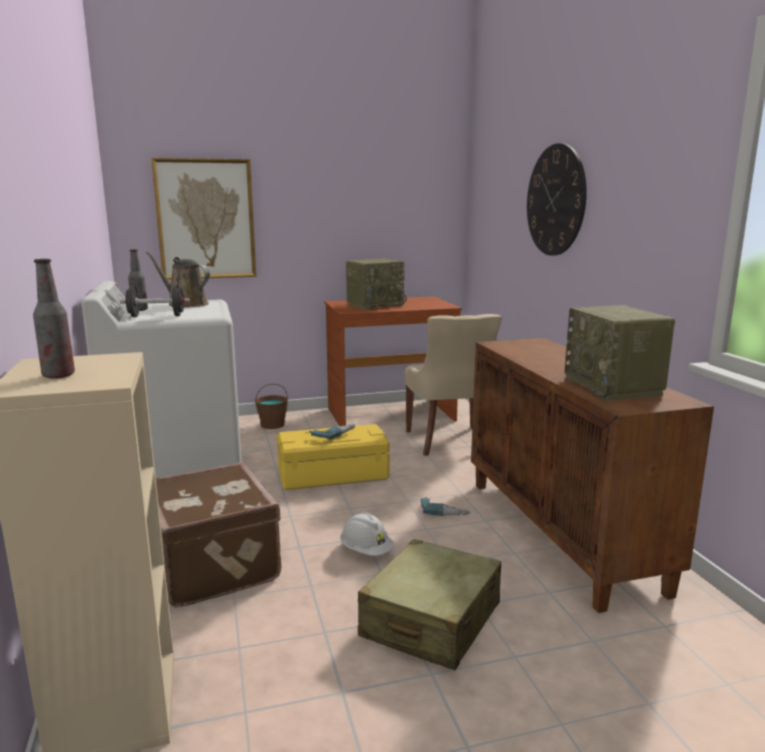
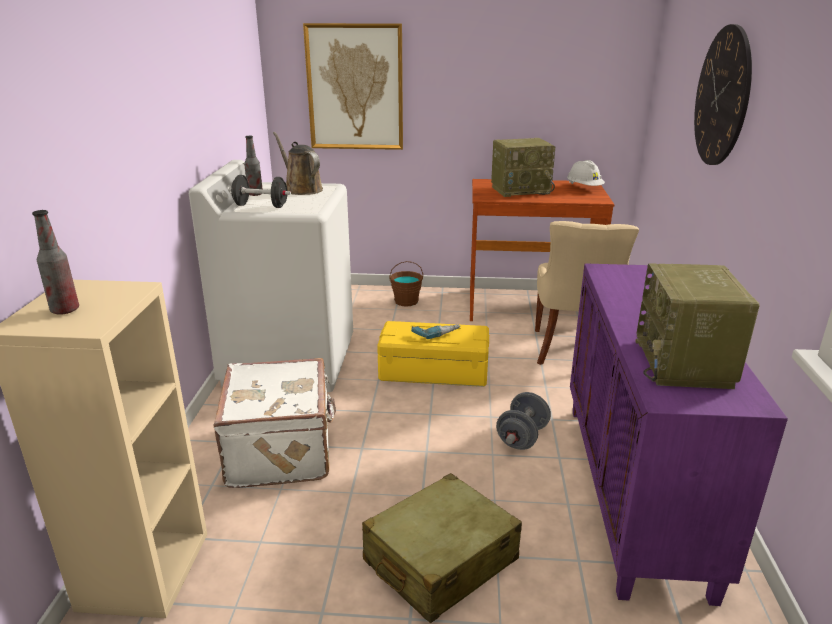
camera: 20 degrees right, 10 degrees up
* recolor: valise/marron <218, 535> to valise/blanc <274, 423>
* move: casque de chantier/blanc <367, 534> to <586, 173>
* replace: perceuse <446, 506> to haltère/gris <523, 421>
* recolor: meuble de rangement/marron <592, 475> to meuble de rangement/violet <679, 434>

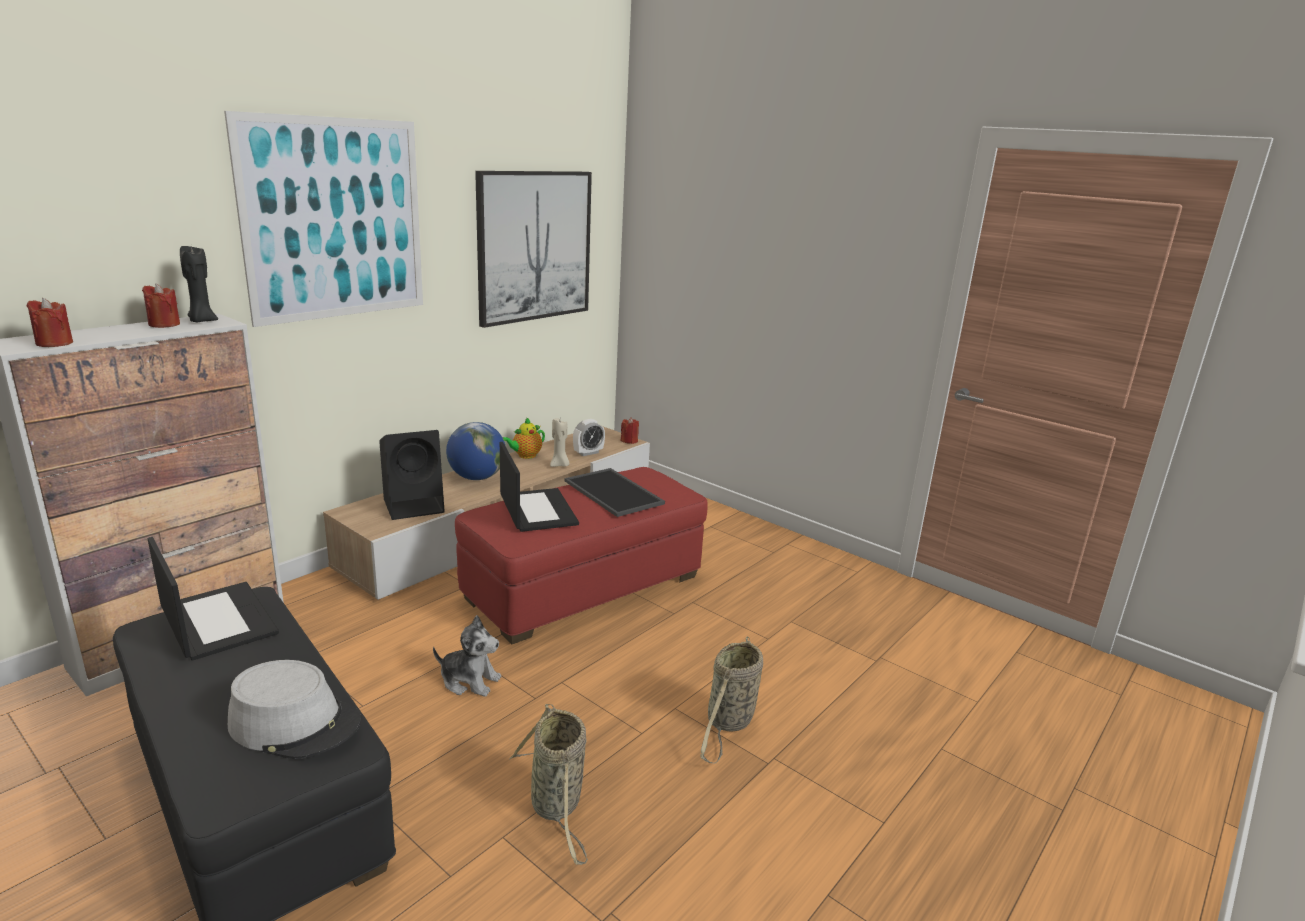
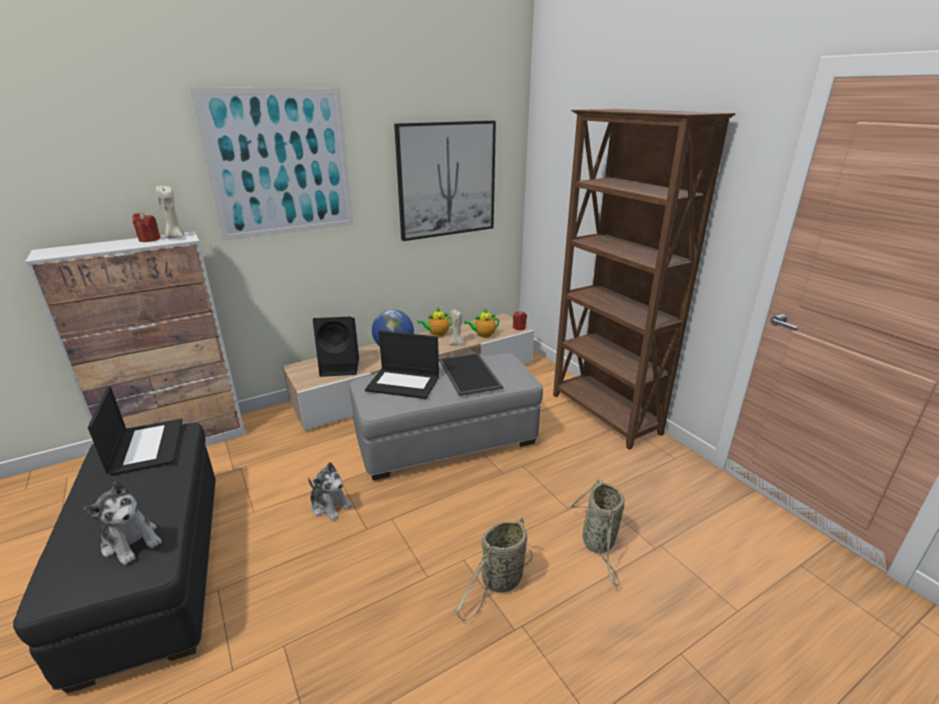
camera: 20 degrees right, 5 degrees up
* delete: bougie/rouge <50, 322>
* recolor: bougie/noir <199, 284> to bougie/beige <170, 212>
* replace: chapeau/gris <294, 709> to peluche <123, 523>
* recolor: pouf/rouge <581, 555> to pouf/gris <446, 416>
* rotate: ordinateur portable <539, 487> = <402, 365> 105 degrees clockwise
* move: panier <548, 784> to <596, 532>
* replace: réveil <589, 437> to théière <481, 323>
* insert: bibliothèque/marron <644, 279>

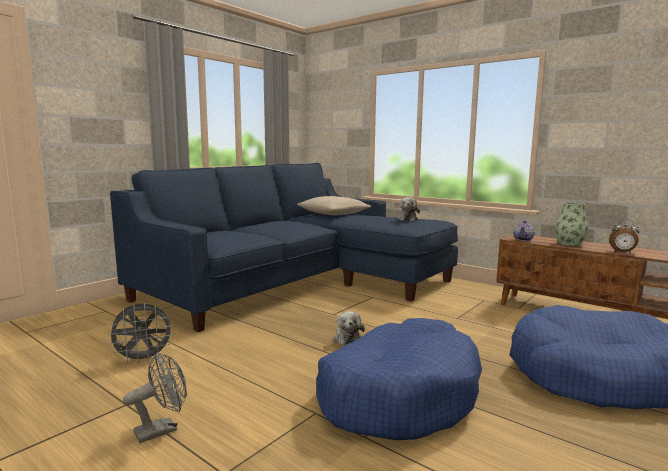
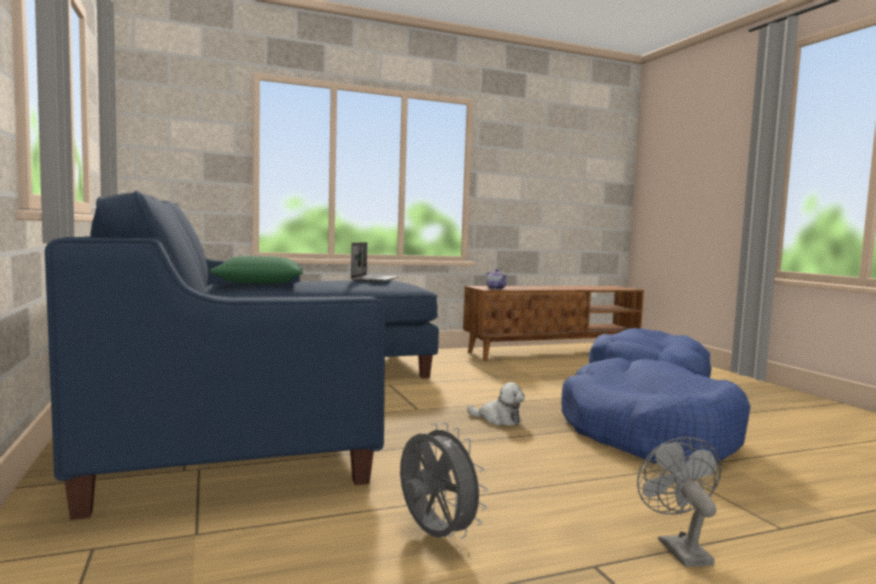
camera: 60 degrees left, 5 degrees down
* rotate: ventilateur/gris <140, 333> = <444, 480> 45 degrees counterclockwise
* recolor: coussin/beige <334, 205> to coussin/vert <256, 270>
* replace: peluche <408, 209> to ordinateur portable <375, 262>
* delete: vase <572, 224>
* delete: réveil <624, 236>

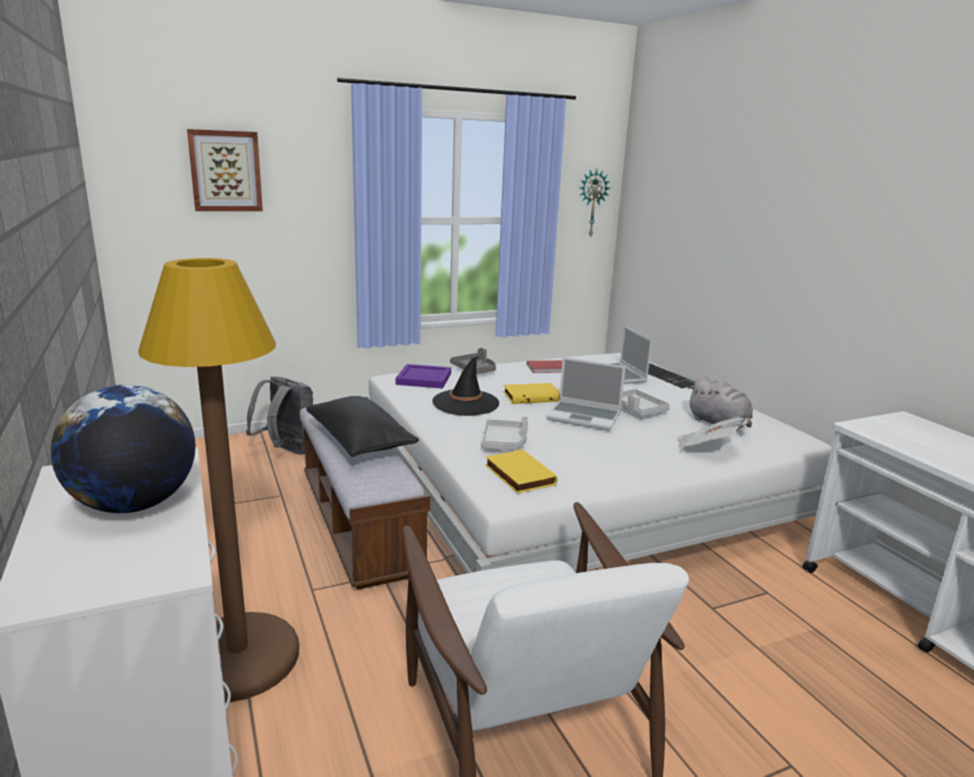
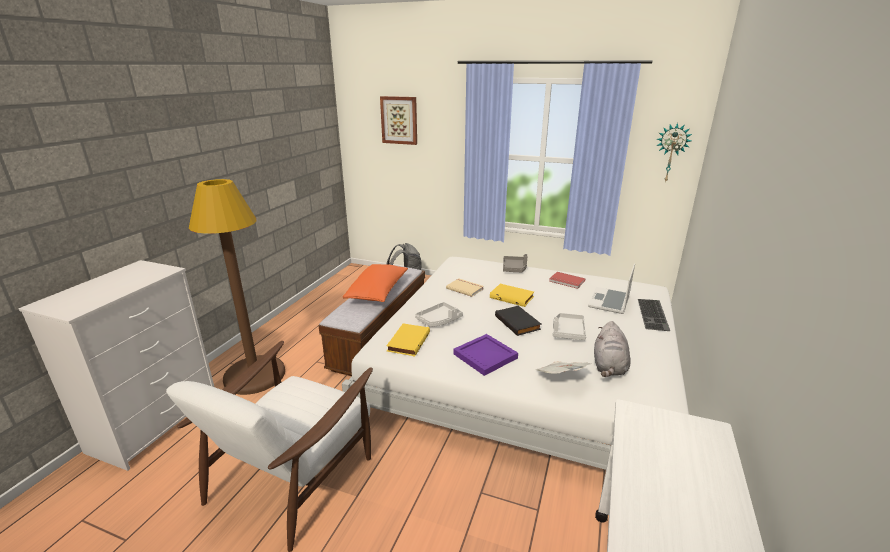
camera: 45 degrees right, 5 degrees up
* delete: globe <123, 449>
* recolor: coussin/noir <362, 426> to coussin/orange <375, 283>
* move: plateau/violet <423, 376> to <485, 355>
* replace: chapeau/noir <465, 386> to livre/beige <465, 287>
* replace: ordinateur portable <586, 394> to livre/noir <518, 321>

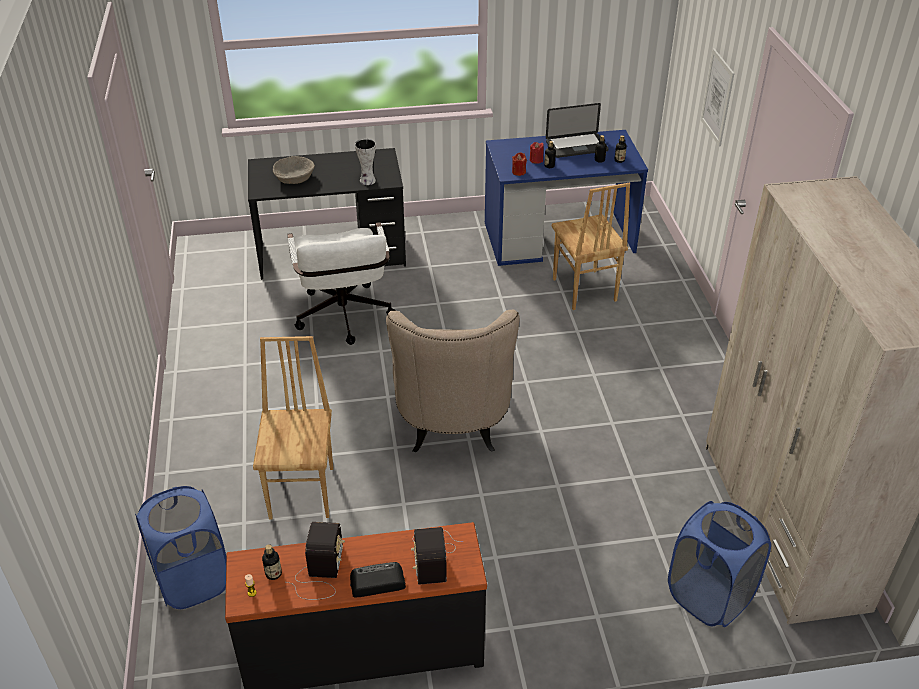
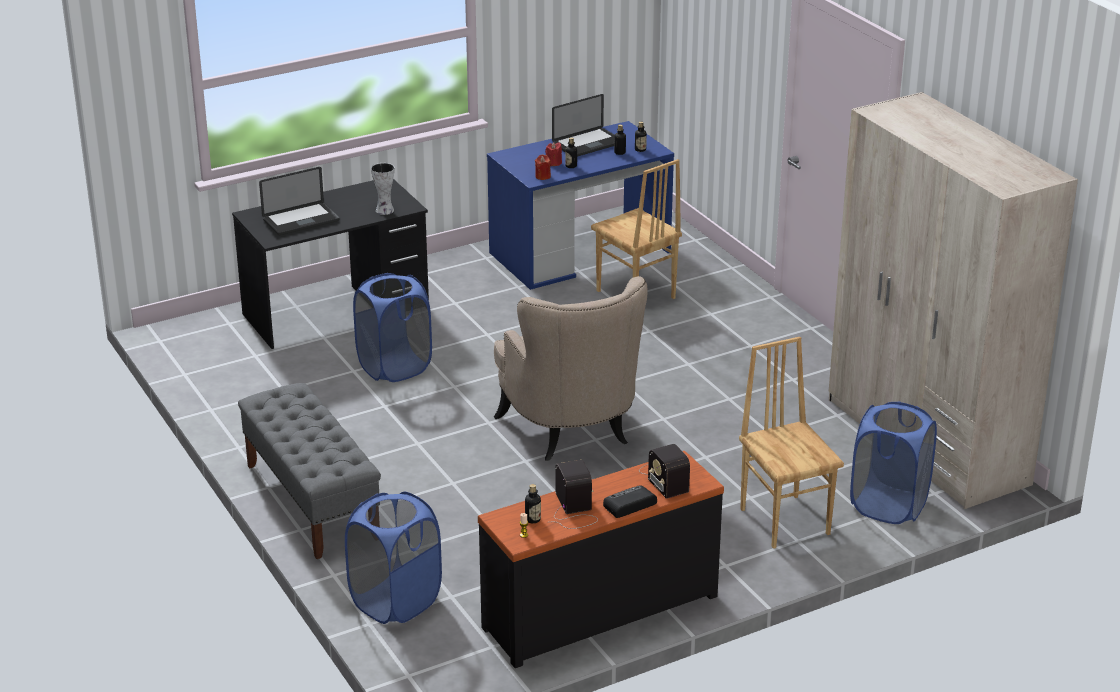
camera: 20 degrees left, 10 degrees down
* move: chaise/marron <293, 427> to <791, 443>
* replace: bol/beige <294, 170> to ordinateur portable <299, 201>
* replace: chaise de bureau/blanc <341, 283> to panier à linge/bleu <392, 327>
* delete: tableau <718, 97>
* insert: banc/gris <309, 471>

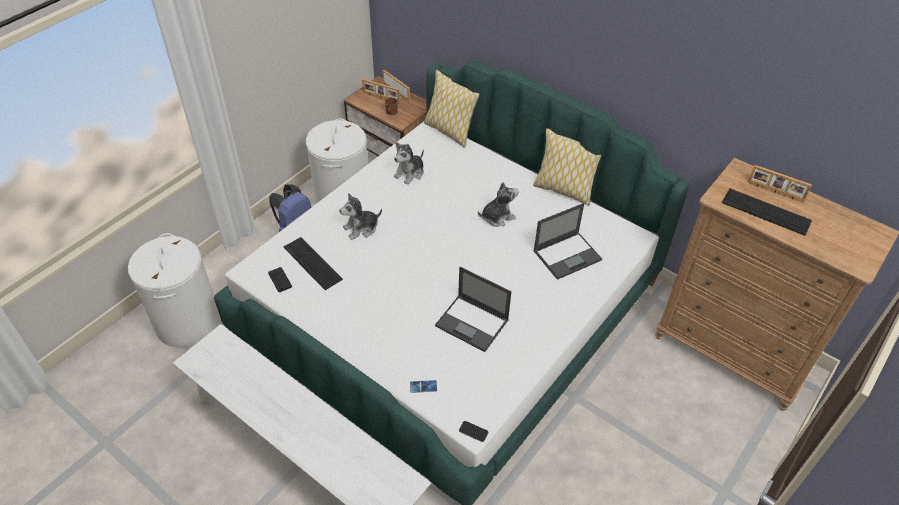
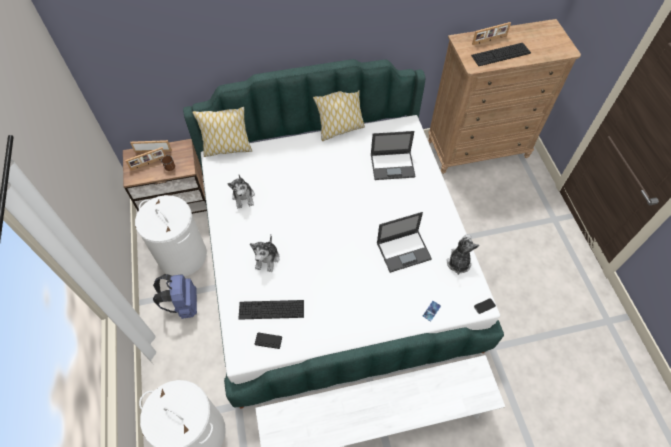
camera: 50 degrees left, 10 degrees up
* move: peluche <498, 204> to <463, 254>
* rotate: ordinateur portable <567, 241> = <393, 155> 75 degrees clockwise

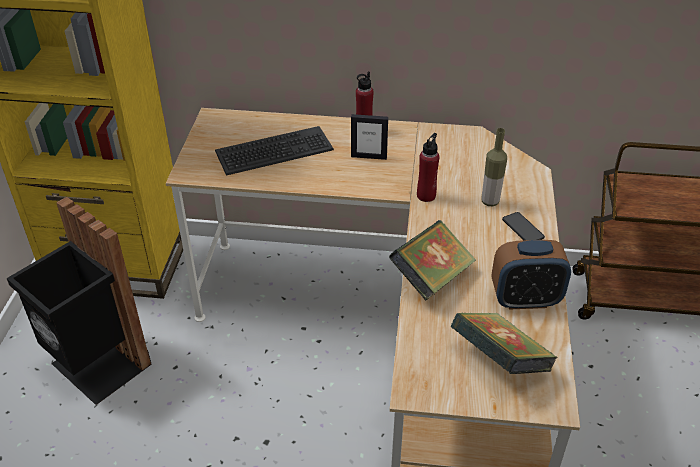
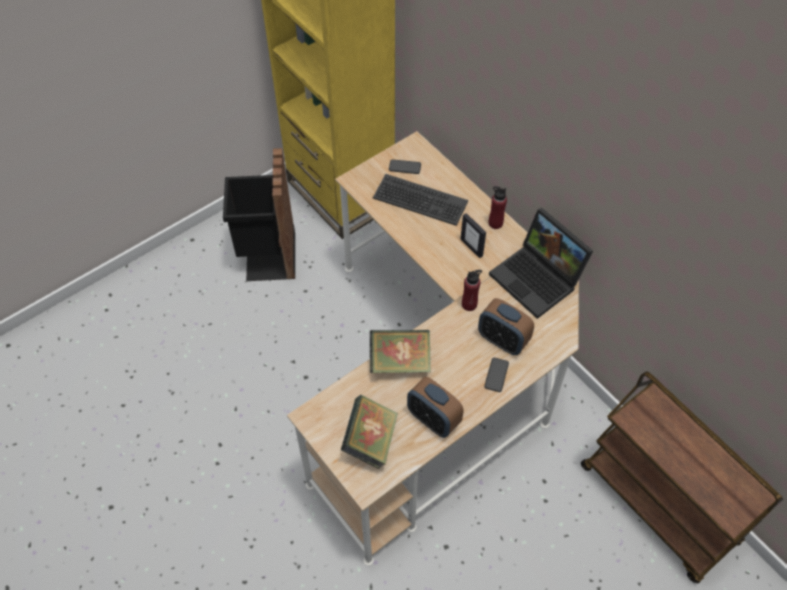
camera: 45 degrees right, 15 degrees up
* replace: bouteille <494, 167> to réveil <506, 326>
* insert: téléphone <405, 166>
* insert: ordinateur portable <541, 263>

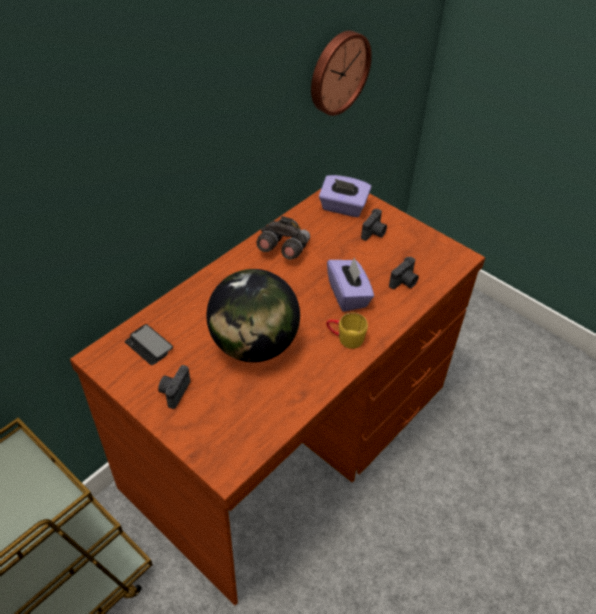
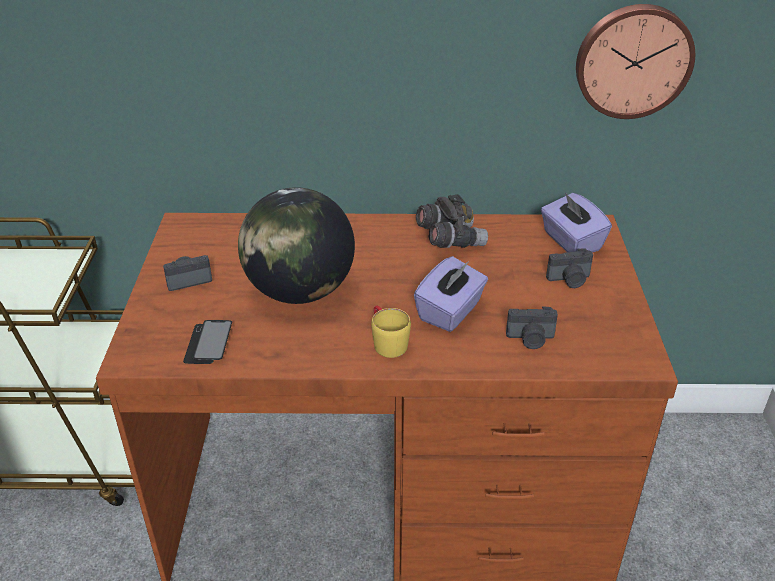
camera: 50 degrees right, 10 degrees down
* move: téléphone <149, 344> to <207, 342>

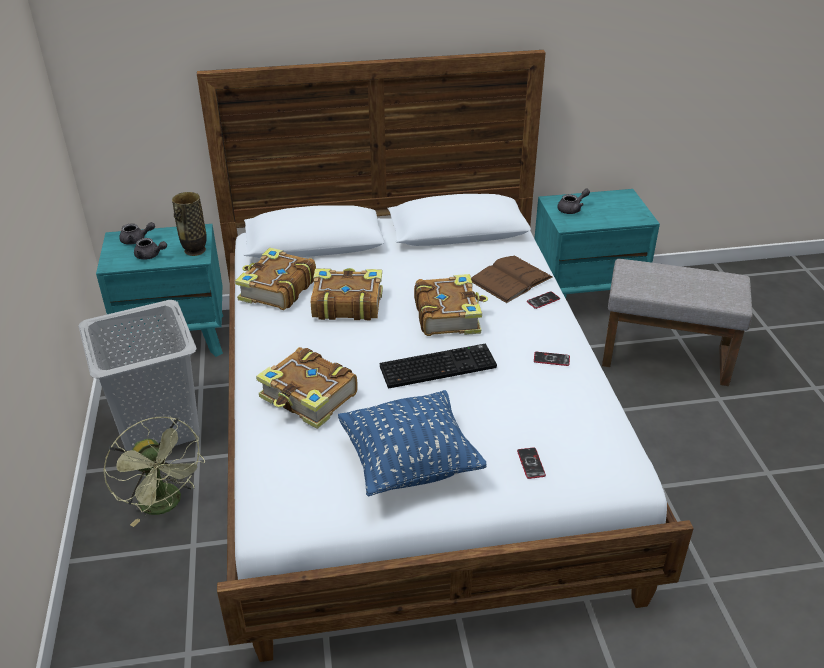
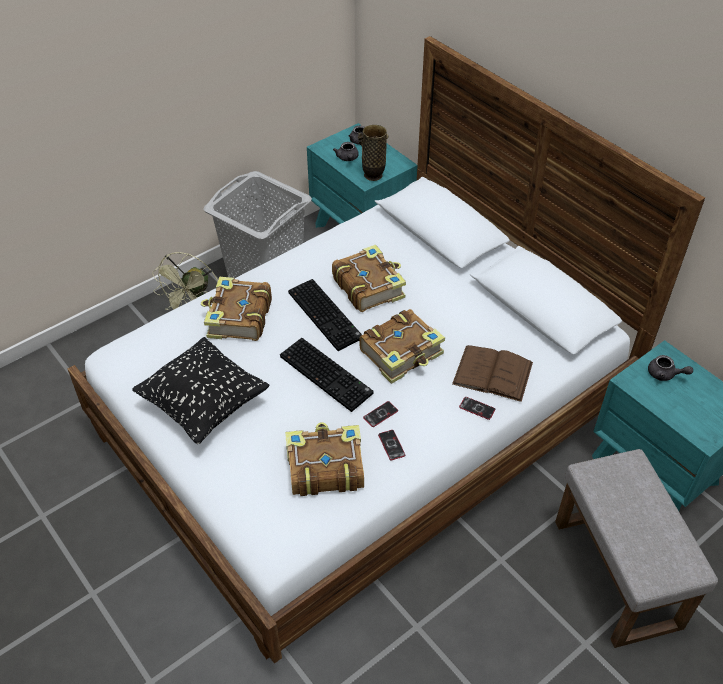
camera: 60 degrees right, 10 degrees up
* move: livre <275, 278> to <324, 459>
* recolor: coussin/bleu <412, 443> to coussin/noir <200, 390>
* move: téléphone <531, 463> to <380, 414>
* insert: clavier <325, 315>

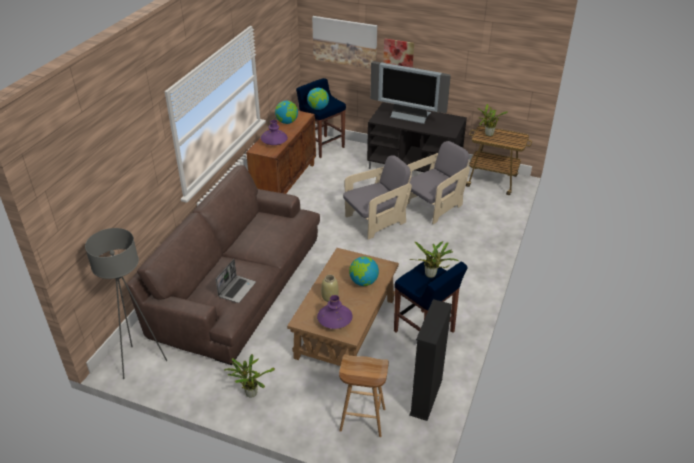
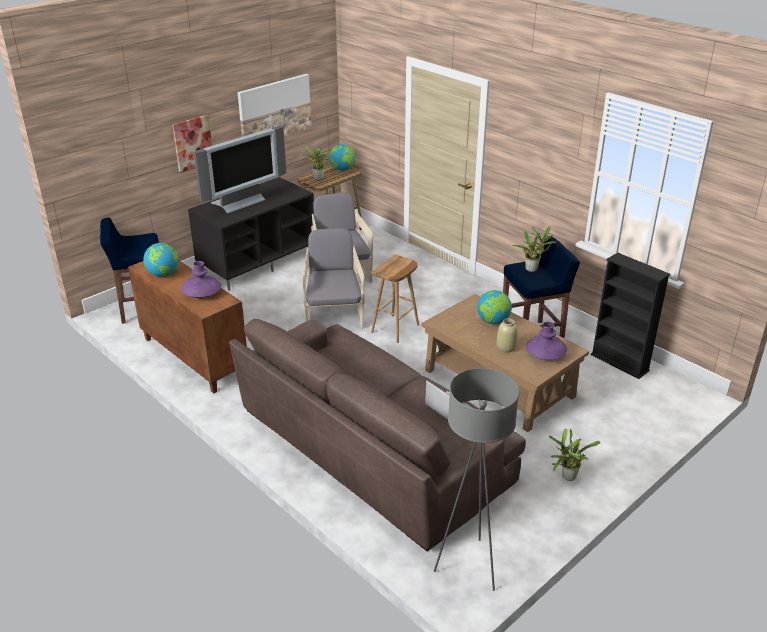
camera: 65 degrees left, 5 degrees down
* move: globe <318, 99> to <342, 157>
* move: tableau <344, 42> to <274, 105>
* move: tabouret/marron <364, 395> to <395, 298>

